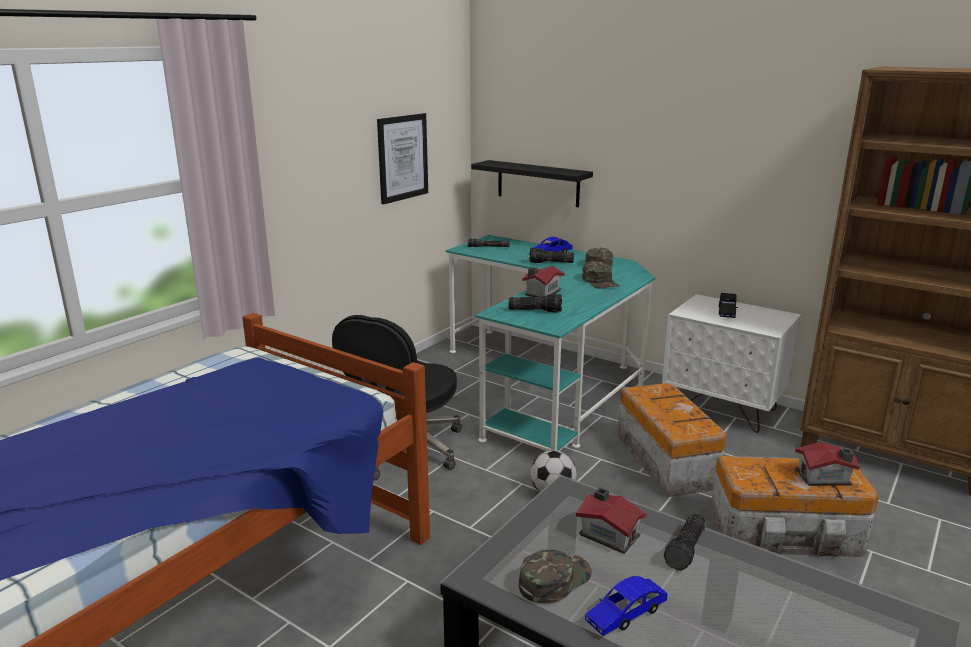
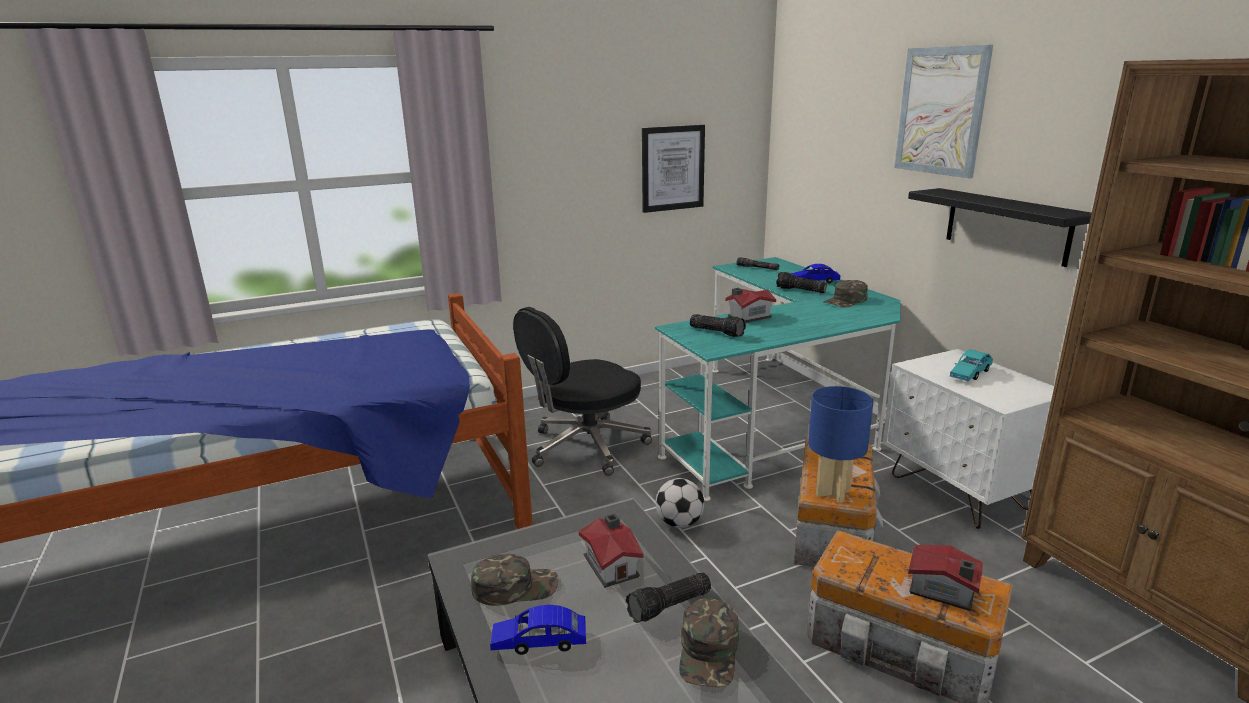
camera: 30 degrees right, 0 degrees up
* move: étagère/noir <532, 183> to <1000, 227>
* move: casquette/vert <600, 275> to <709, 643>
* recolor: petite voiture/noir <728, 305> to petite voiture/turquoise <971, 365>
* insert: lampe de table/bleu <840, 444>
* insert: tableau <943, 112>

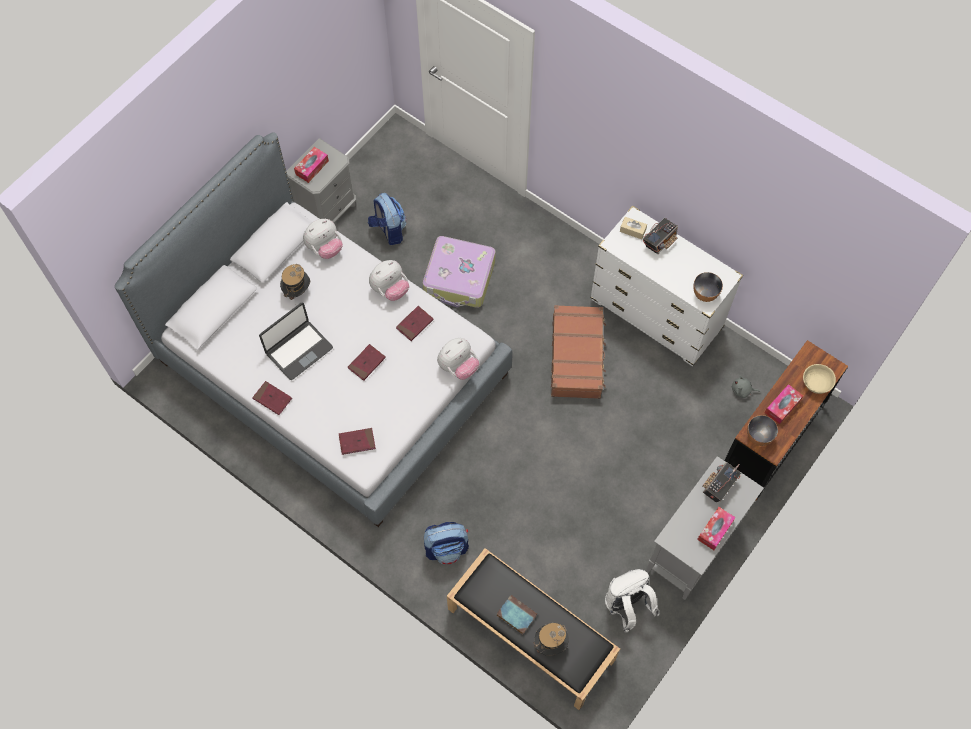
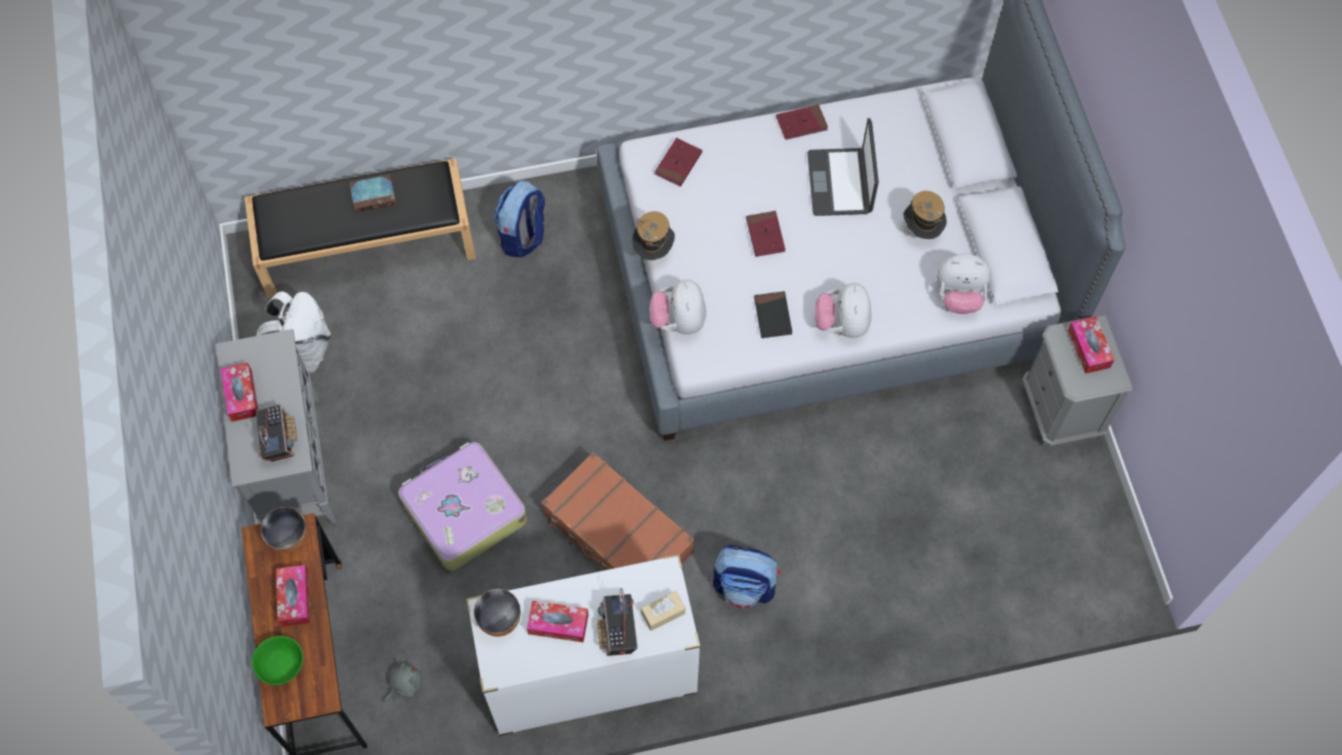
camera: 130 degrees right, 0 degrees up
* rotate: peluche <323, 239> = <963, 284> 90 degrees counterclockwise
* move: sac à dos <387, 219> to <746, 576>
* recolor: livre/rouge <415, 323> to livre/noir <773, 314>
* move: valise <459, 272> to <462, 506>
* move: chapeau <551, 639> to <653, 235>
* recolor: bol/beige <819, 379> to bol/vert <277, 660>
* insert: boîte à mouchoirs <558, 621>

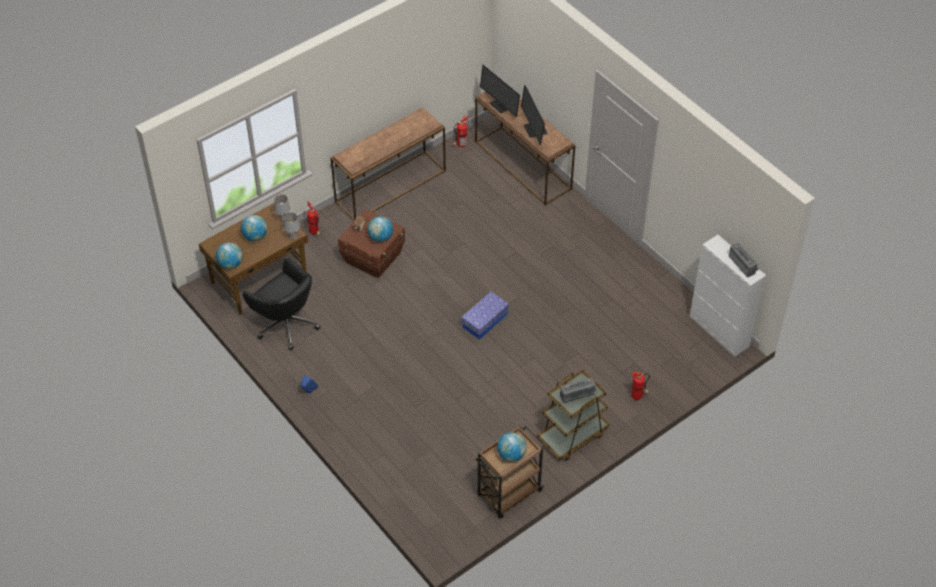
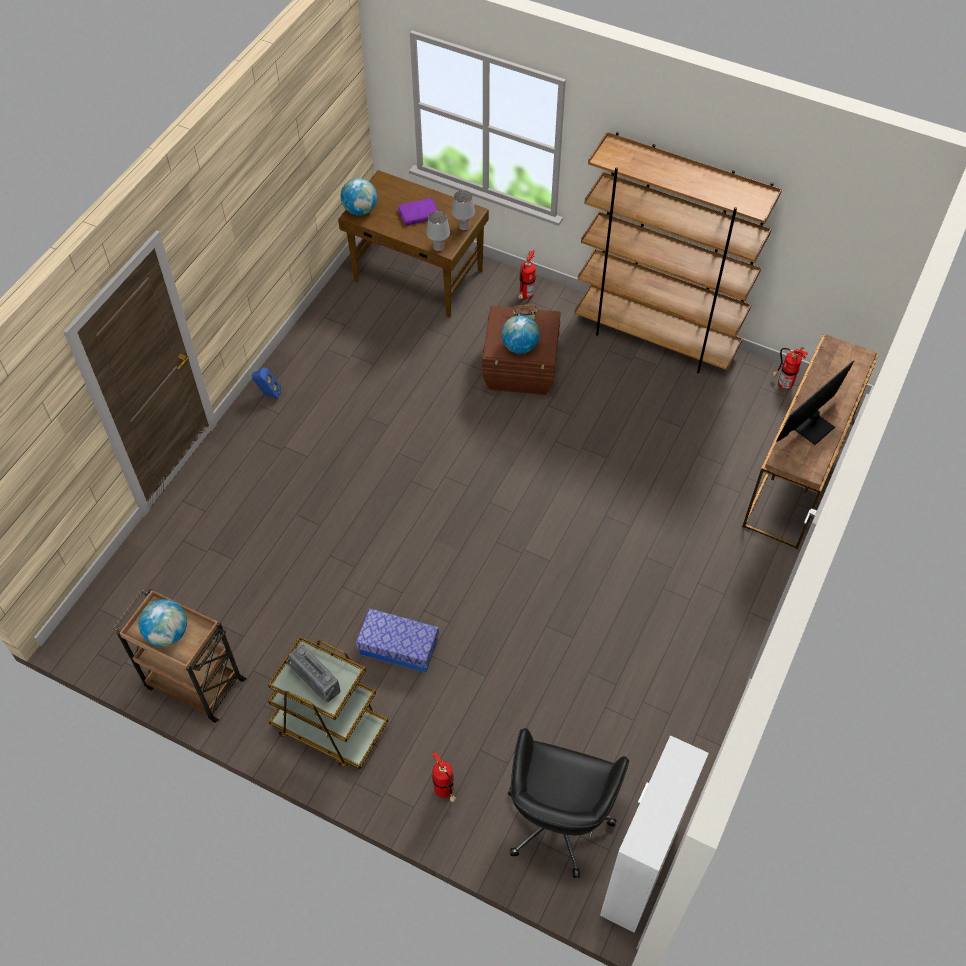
camera: 65 degrees right, 5 degrees up
* replace: globe <254, 228> to livre/violet <418, 212>
* move: chaise de bureau/noir <281, 304> to <568, 803>
* replace: table console/marron <388, 164> to bibliothèque/marron <678, 252>
* move: boîte de rangement <485, 316> to <397, 640>
* delete: écran d'ordinateur <500, 91>
* delete: radio <744, 260>

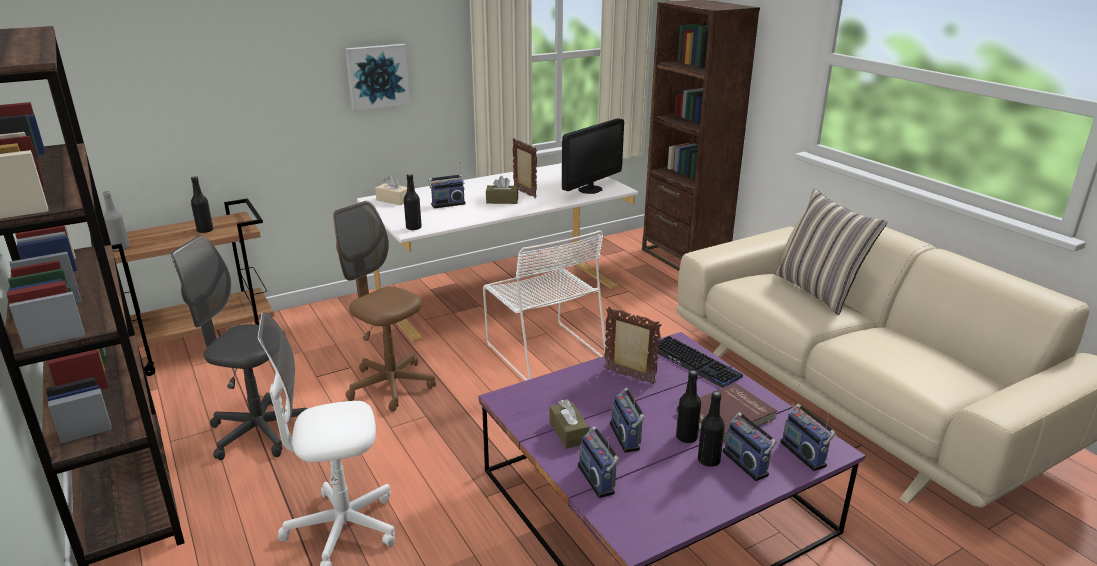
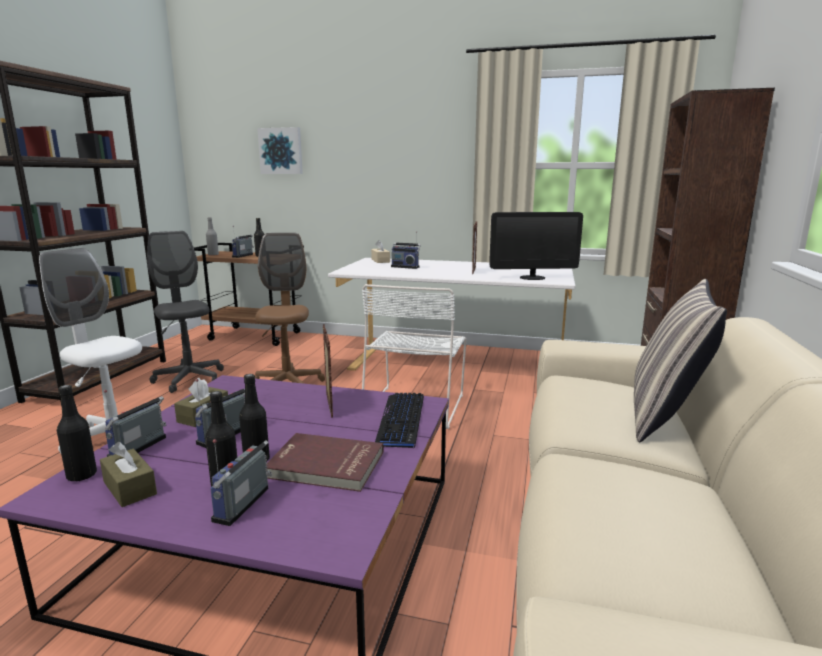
camera: 45 degrees right, 10 degrees down
* move: tableau <377, 77> to <280, 150>
* move: bouteille/noir <413, 202> to <77, 433>
* move: boîte à mouchoirs/marron <502, 190> to <128, 474>
* move: radio <808, 437> to <243, 242>

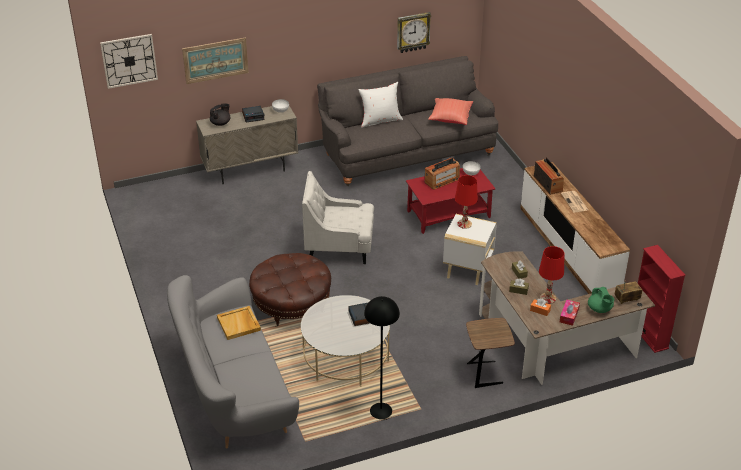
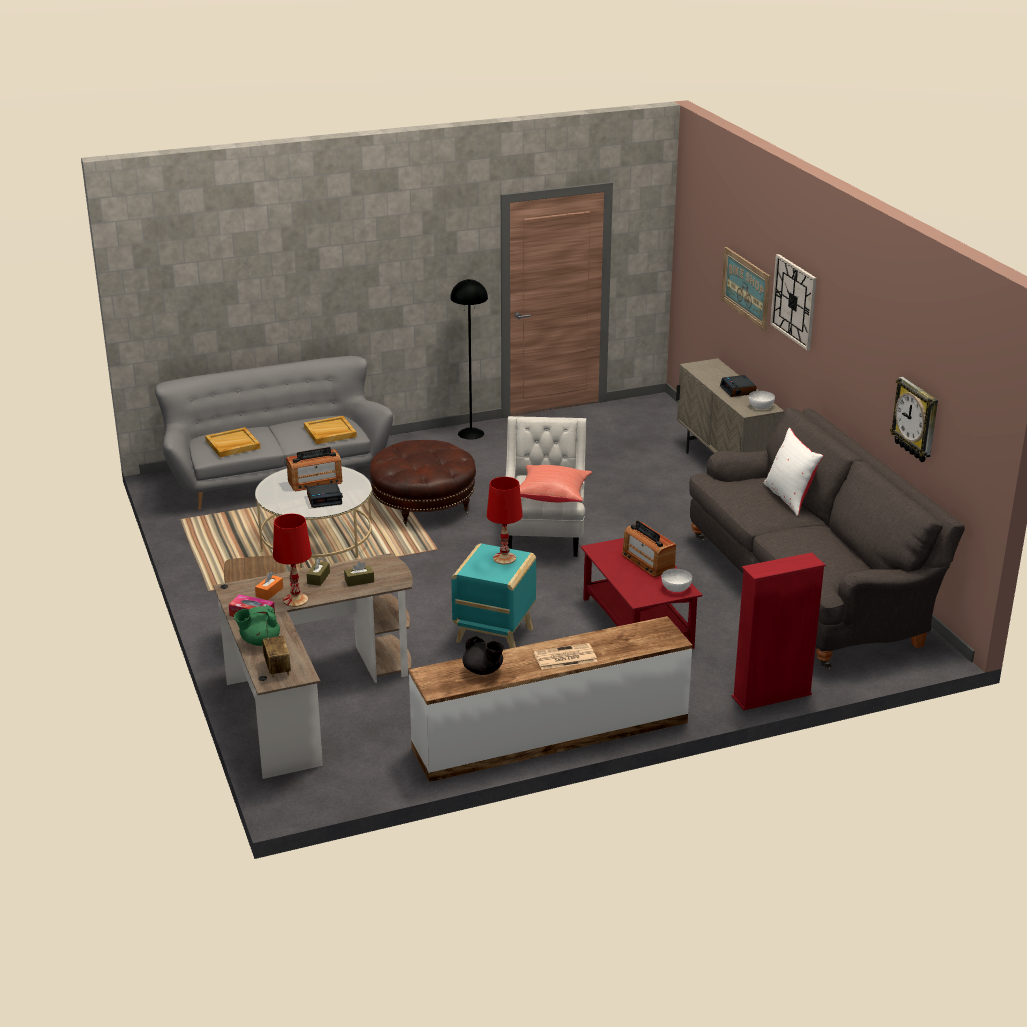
camera: 90 degrees right, 10 degrees down
* move: horloge murale <129, 61> to <793, 302>
* move: théière/noir <220, 114> to <483, 654>
* move: lampadaire/noir <382, 358> to <469, 359>
* move: coussin/rouge <450, 111> to <556, 483>
* recolor: table d'appoint/blanc <470, 249> to table d'appoint/turquoise <493, 595>
* move: radio <549, 176> to <314, 469>
* move: bibliothèque/rouge <662, 299> to <778, 631>
* insert: plateau/beige <233, 442>

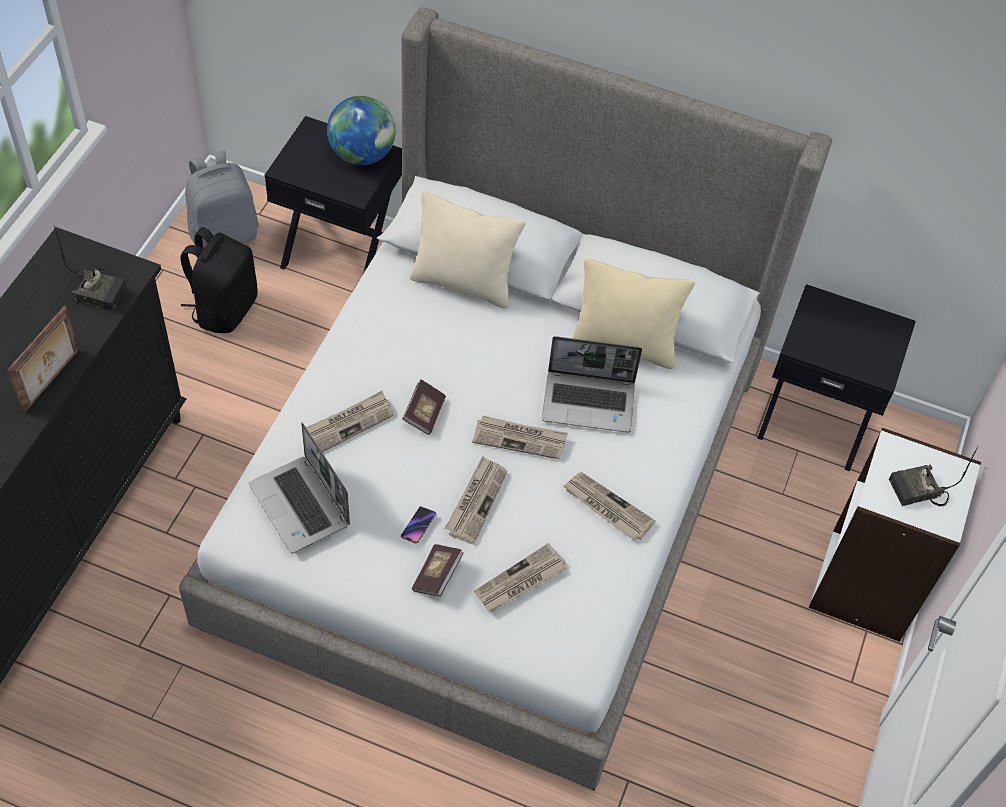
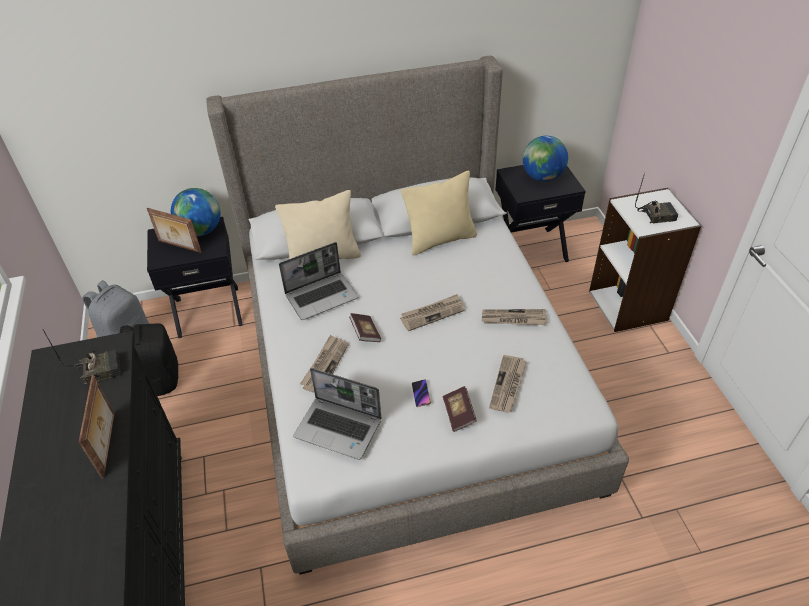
camera: 30 degrees left, 10 degrees down
* delete: journal <476, 500>
* move: ordinateur portable <592, 384> to <318, 281>
* rotate: radio <933, 476> = <656, 198> 135 degrees counterclockwise
* insert: cadre photo <174, 230>
* insert: globe <545, 158>

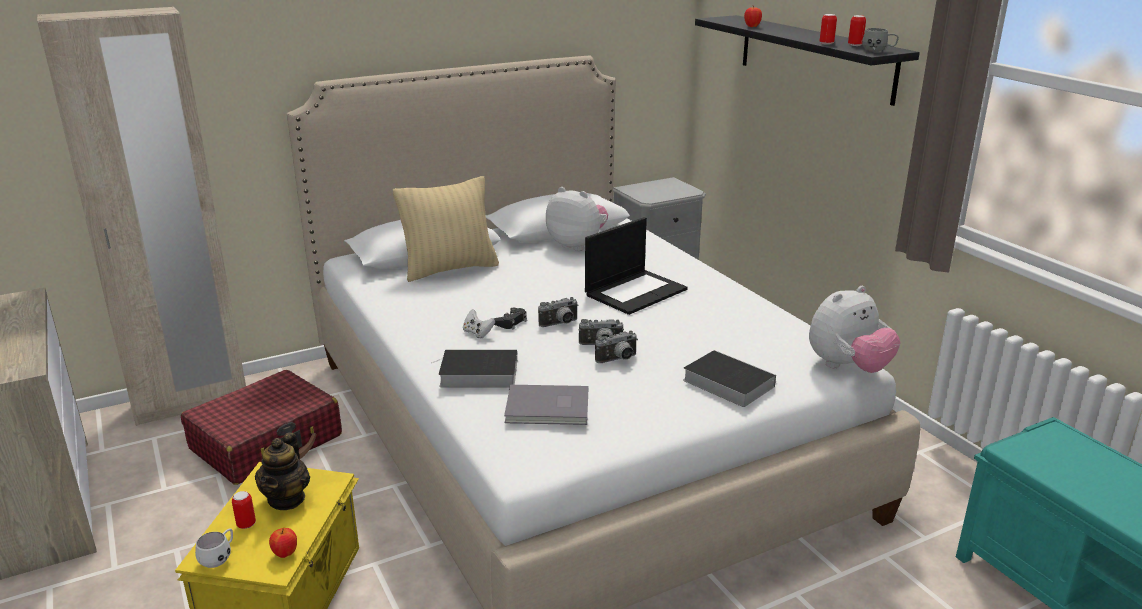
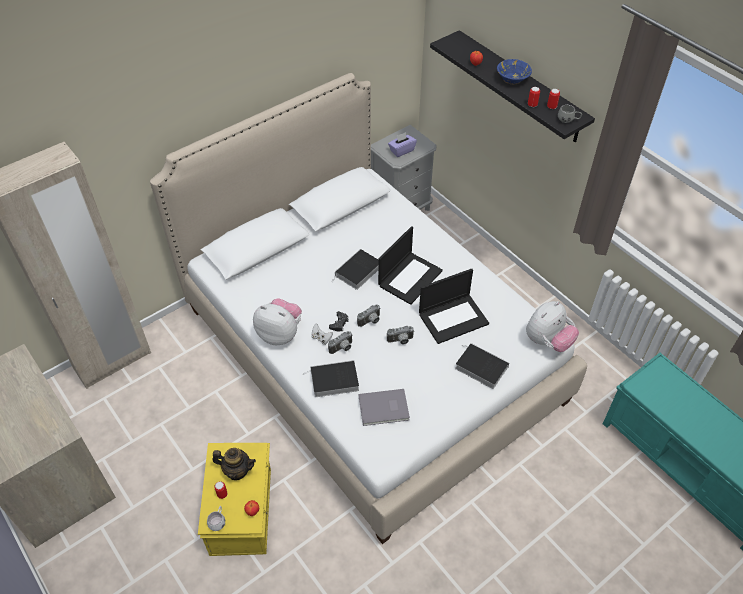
camera: 10 degrees left, 25 degrees up
* delete: valise/rouge <261, 427>
* rotate: théière <282, 471> = <234, 464> 75 degrees counterclockwise
* delete: coussin/beige <446, 229>
* move: peluche <577, 219> to <277, 321>
* move: appareil photo <616, 347> to <340, 342>
* insert: livre <355, 269>
* insert: boîte à mouchoirs/violet <402, 144>
* insert: ordinateur portable <454, 306>
* insert: bol/bleu <514, 71>

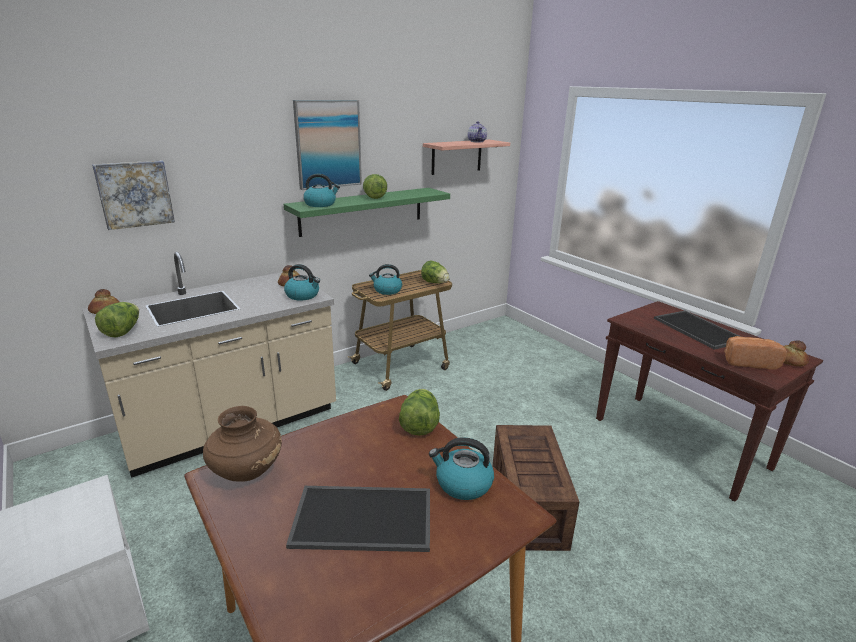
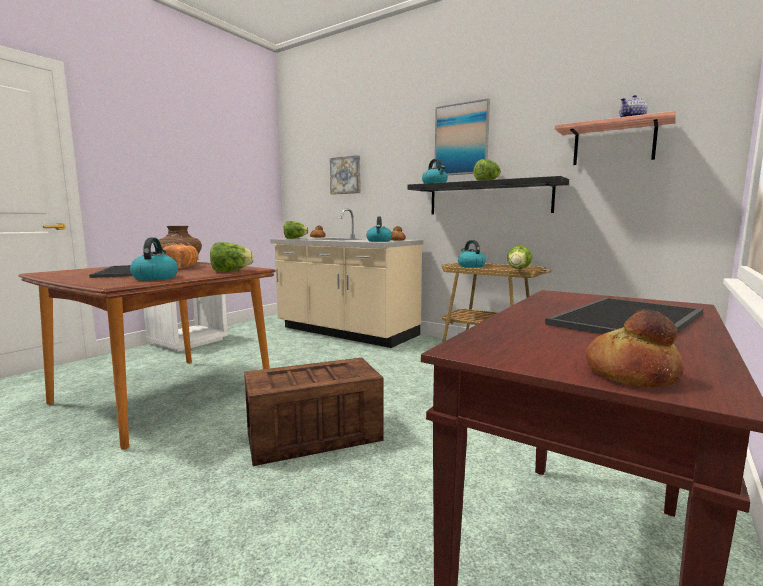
camera: 70 degrees right, 15 degrees down
* recolor: étagère/vert <367, 212> to étagère/noir <488, 195>
* move: pain <755, 353> to <181, 256>

